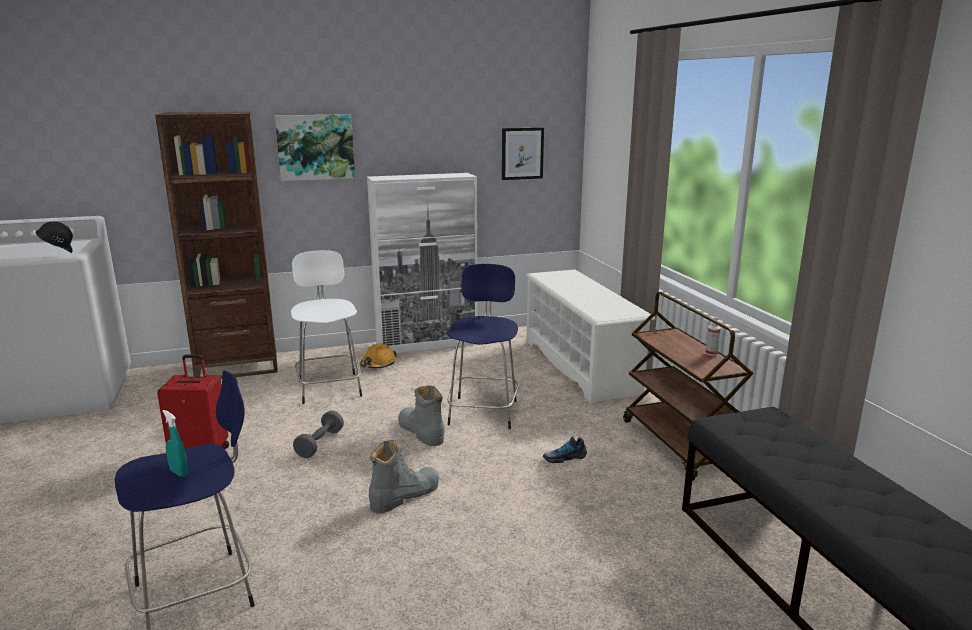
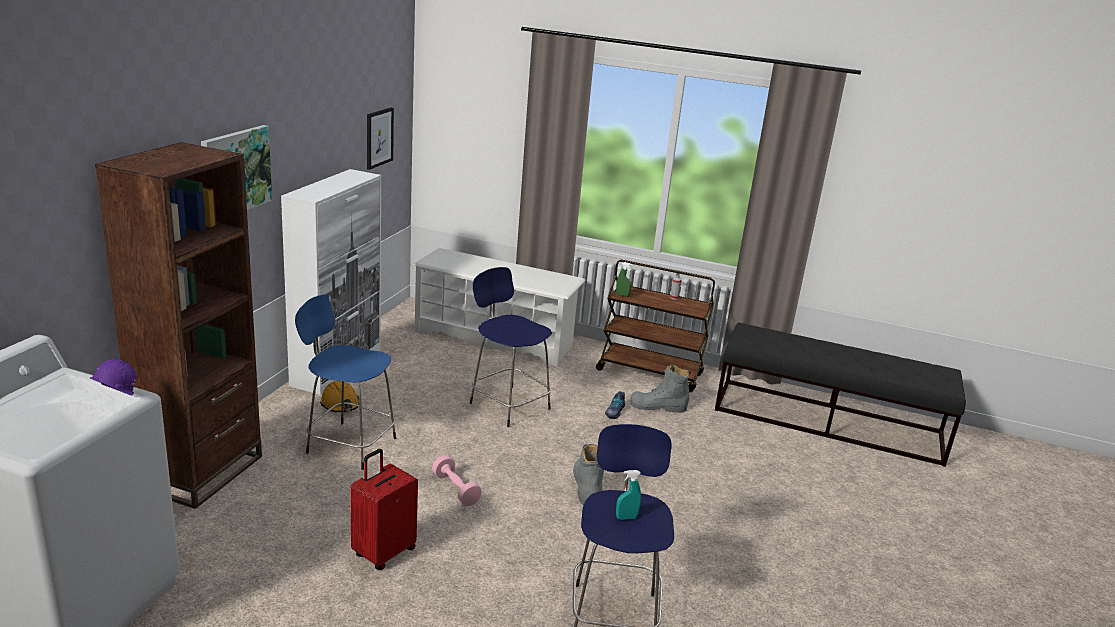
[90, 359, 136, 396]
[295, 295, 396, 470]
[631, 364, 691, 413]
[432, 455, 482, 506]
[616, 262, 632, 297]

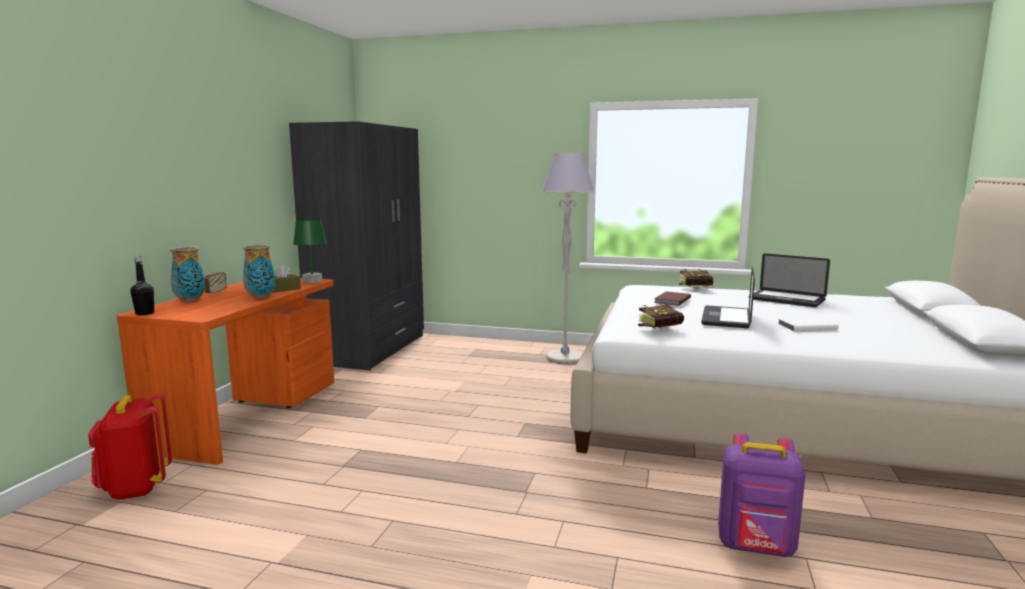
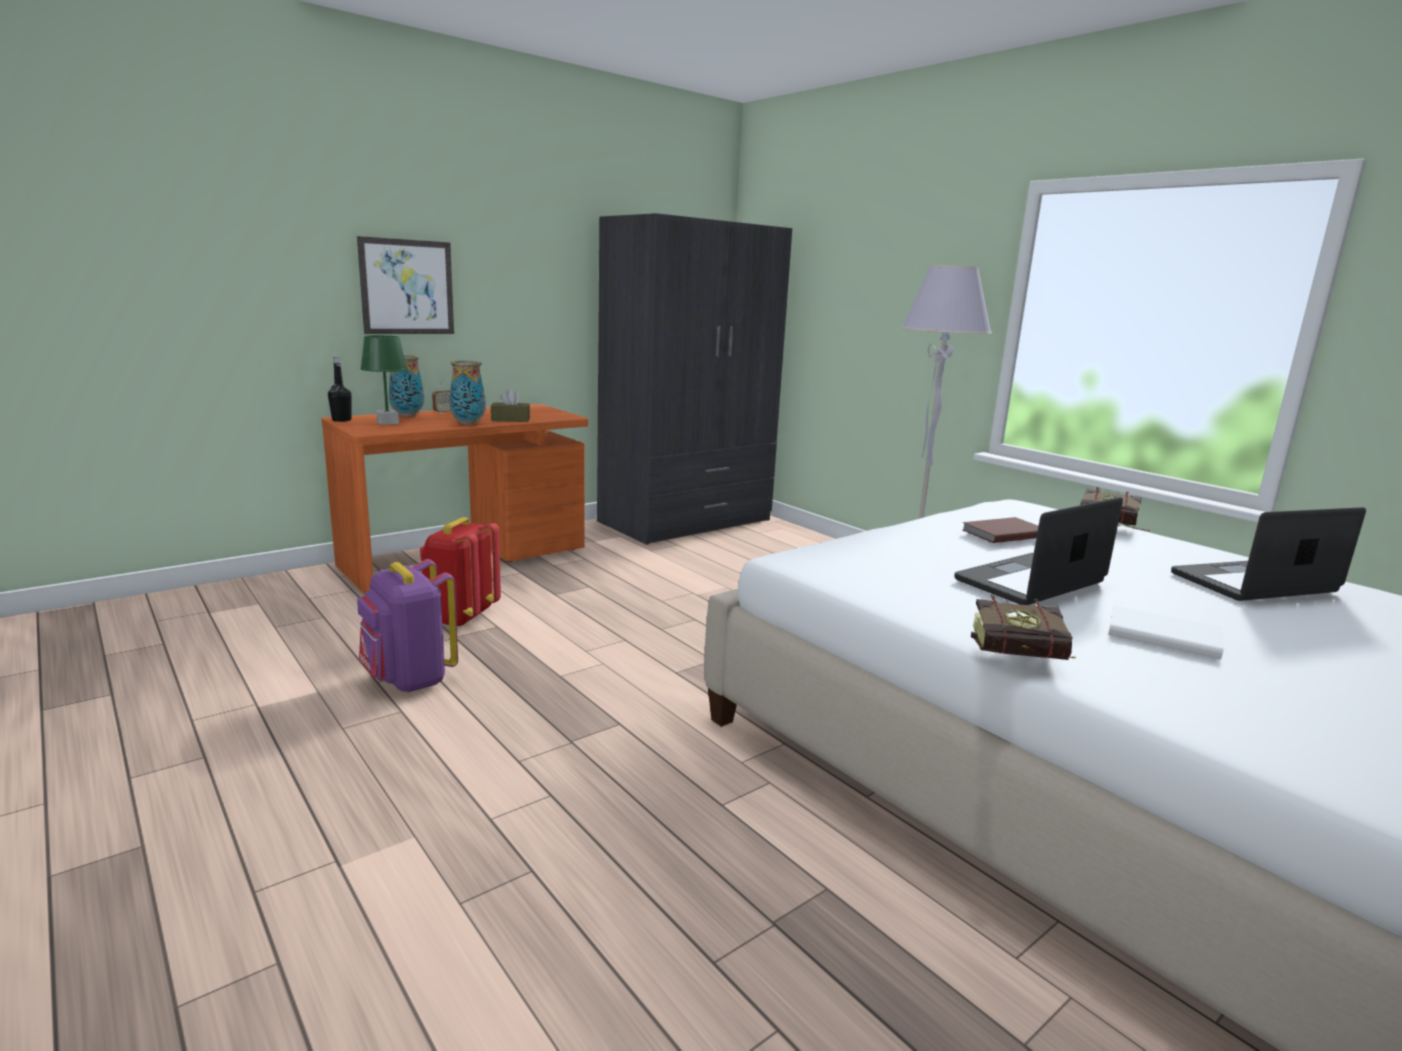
[360, 335, 407, 425]
[1171, 507, 1366, 601]
[971, 595, 1076, 660]
[420, 517, 501, 627]
[357, 559, 458, 692]
[357, 236, 454, 334]

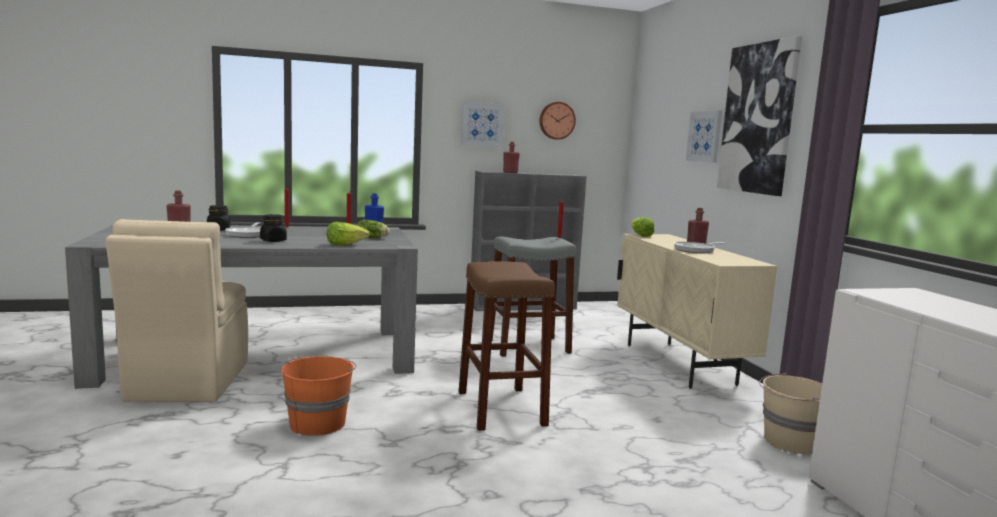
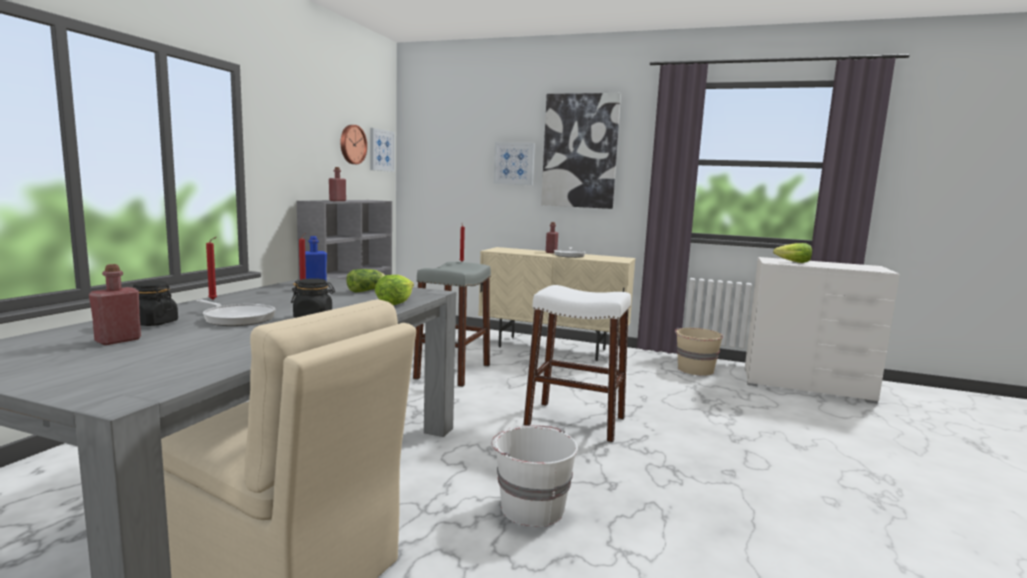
[370, 128, 395, 172]
[773, 243, 812, 263]
[523, 285, 631, 443]
[491, 425, 578, 527]

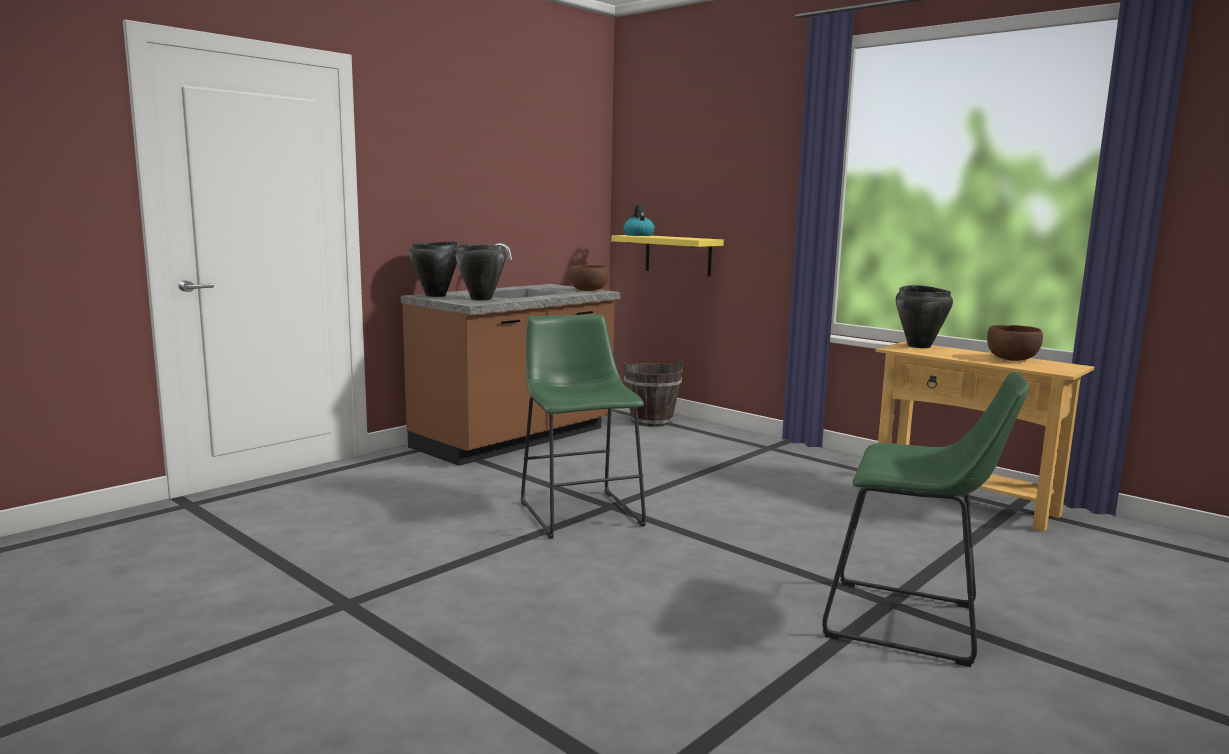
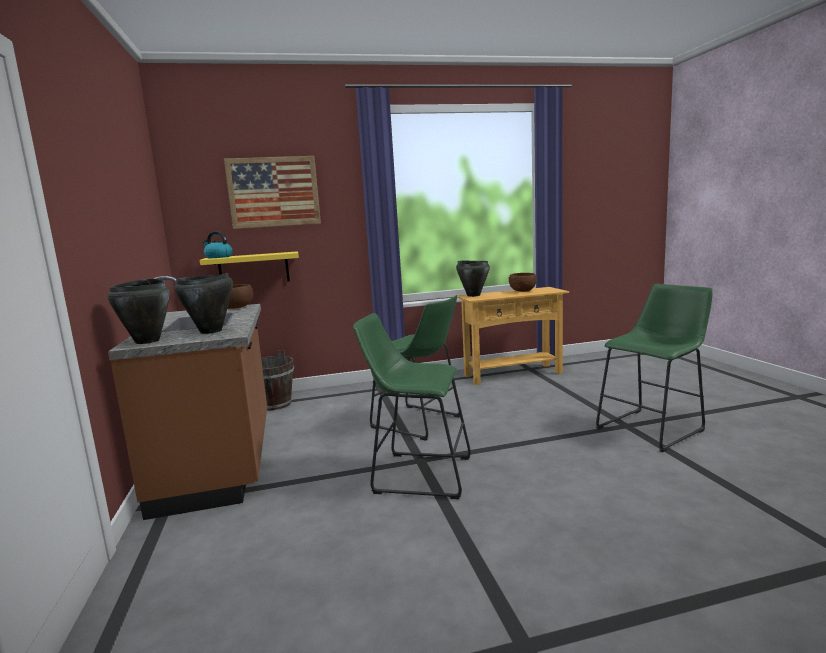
[224, 156, 321, 229]
[370, 295, 460, 441]

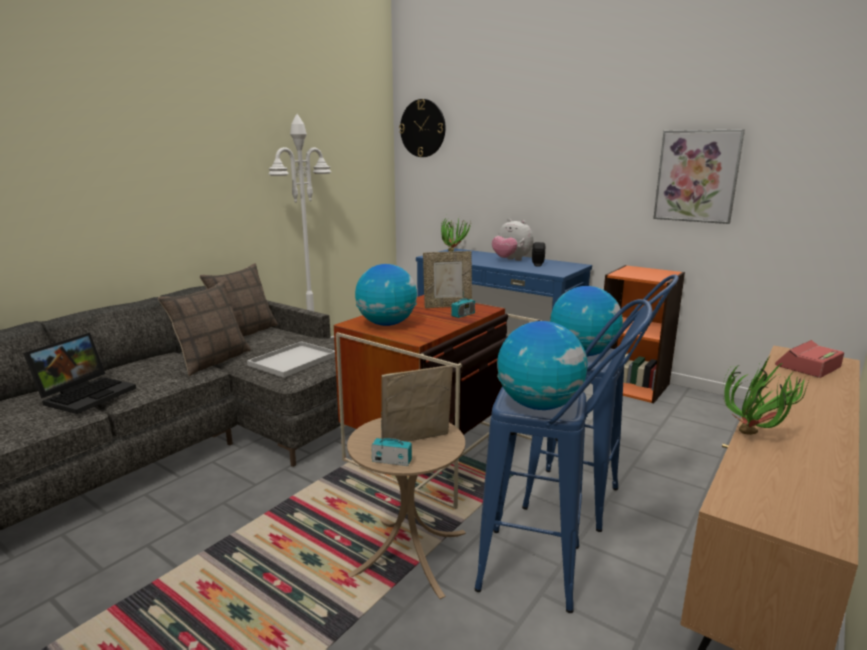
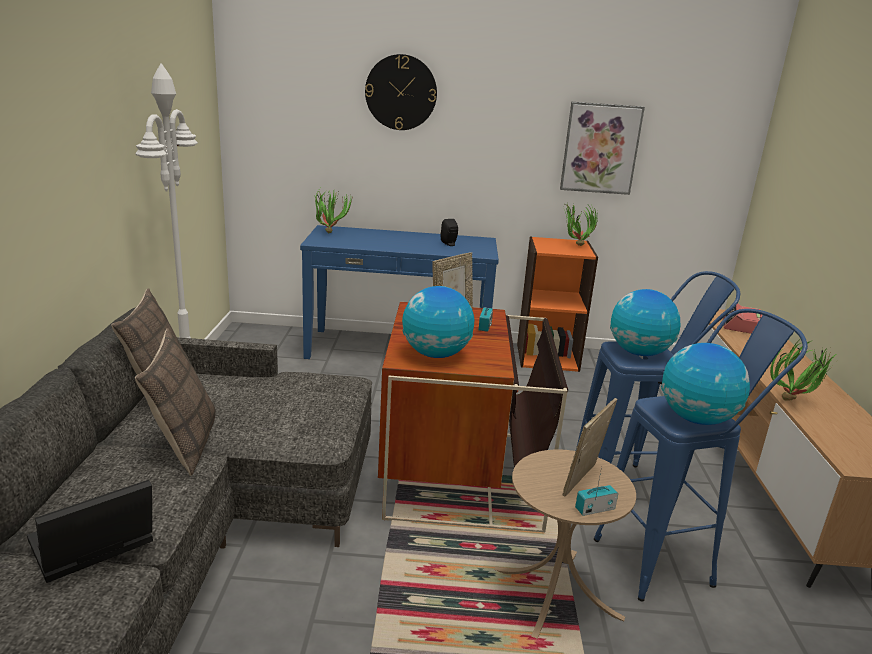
[365, 54, 437, 130]
[492, 219, 533, 261] (first image)
[27, 480, 153, 583]
[247, 341, 335, 378] (first image)
[564, 203, 598, 246]

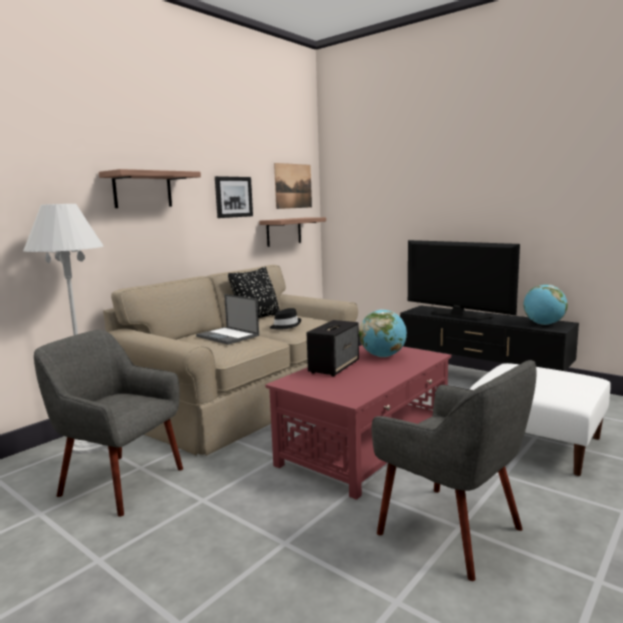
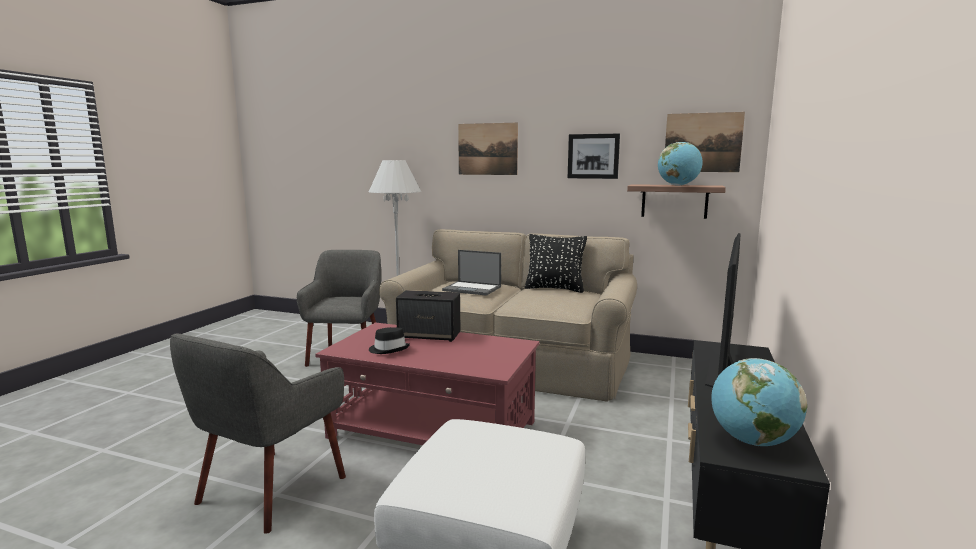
[458, 123, 518, 175]
[442, 250, 501, 296]
[369, 327, 410, 354]
[658, 142, 703, 186]

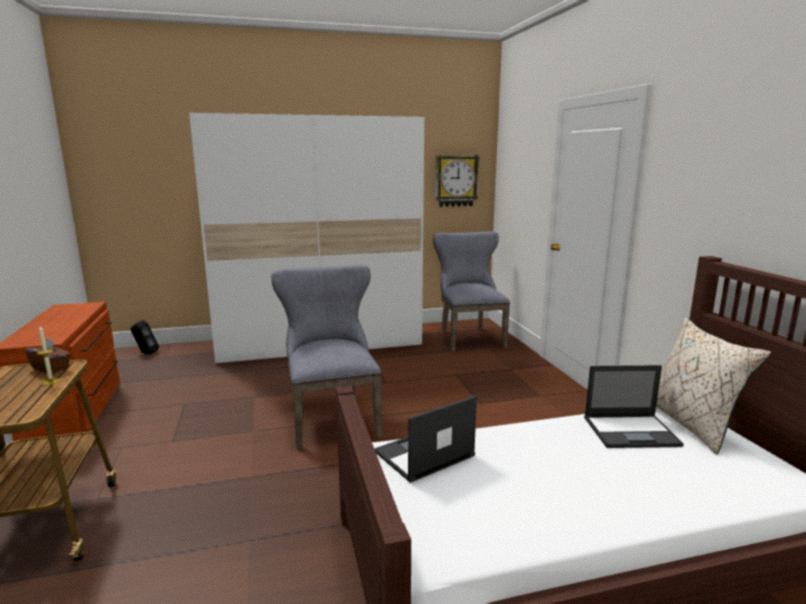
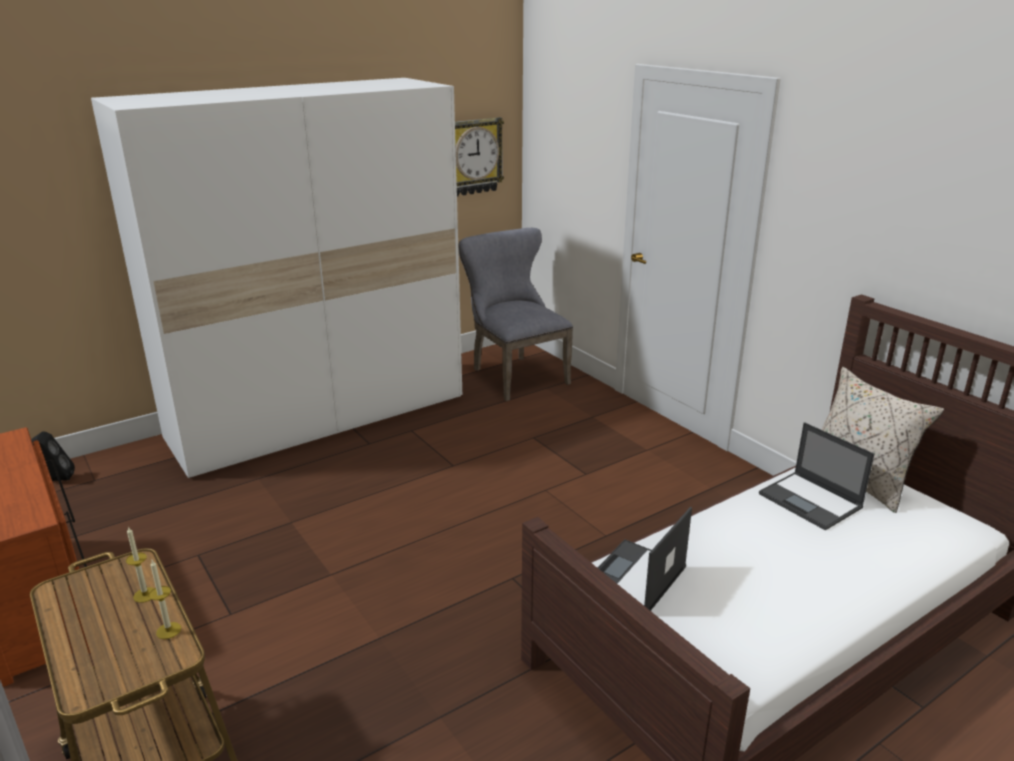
[271, 265, 382, 450] (first image)
[25, 337, 71, 374] (first image)
[759, 422, 875, 530]
[149, 560, 181, 639]

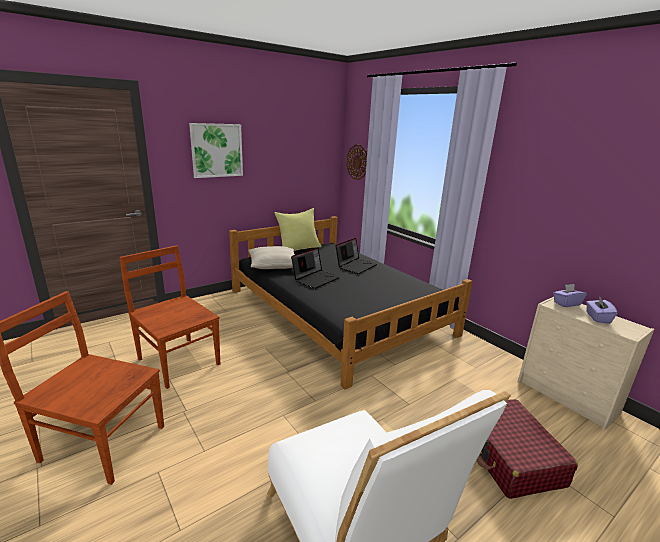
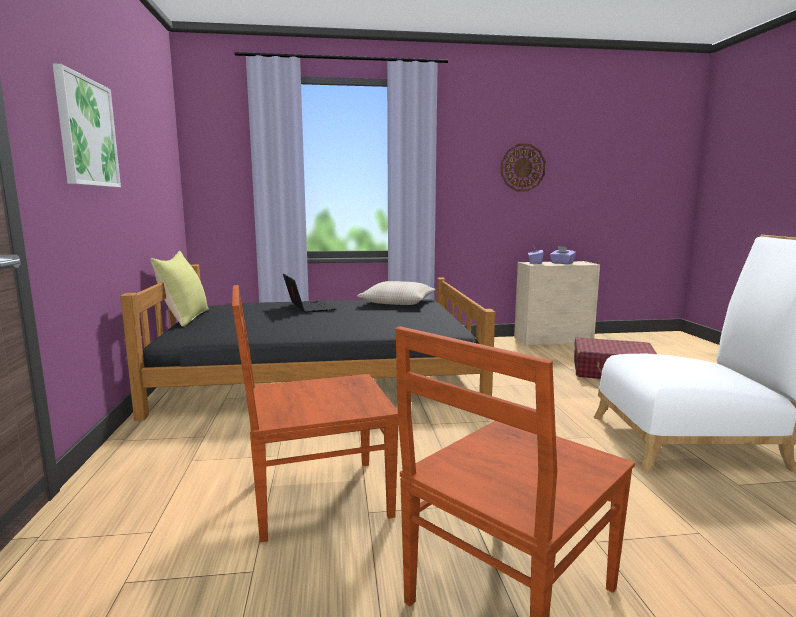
[501, 144, 546, 192]
[357, 281, 436, 305]
[291, 248, 340, 289] (first image)

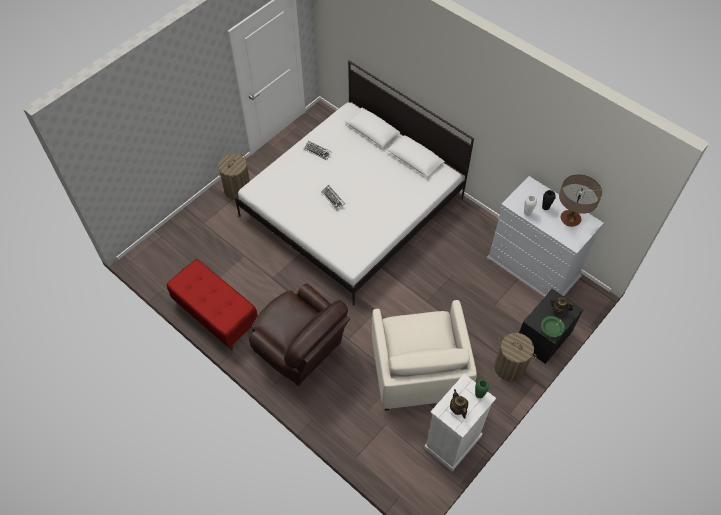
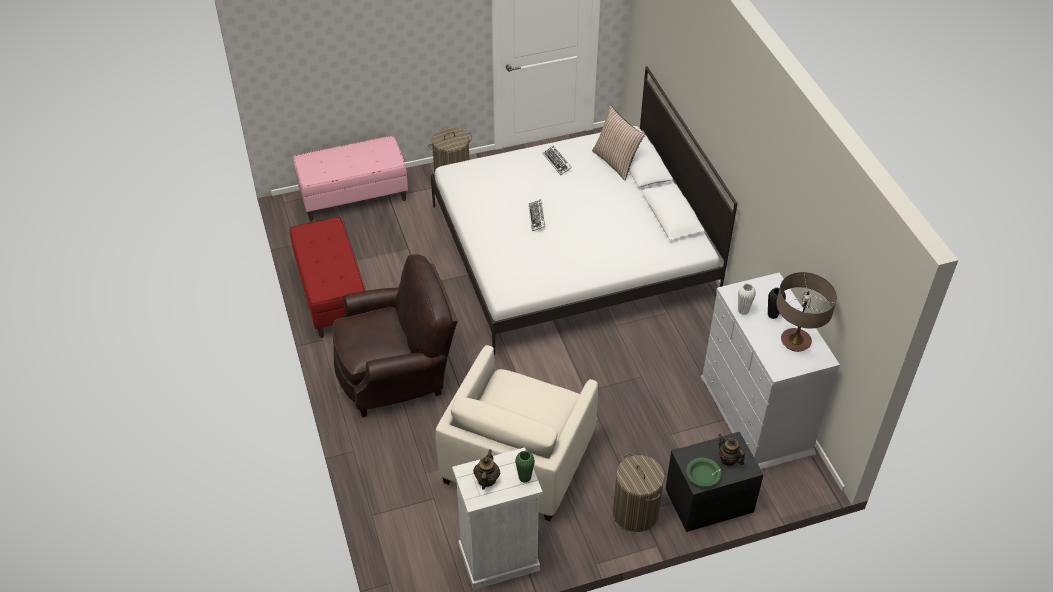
[333, 254, 458, 418]
[592, 105, 645, 181]
[293, 136, 408, 221]

